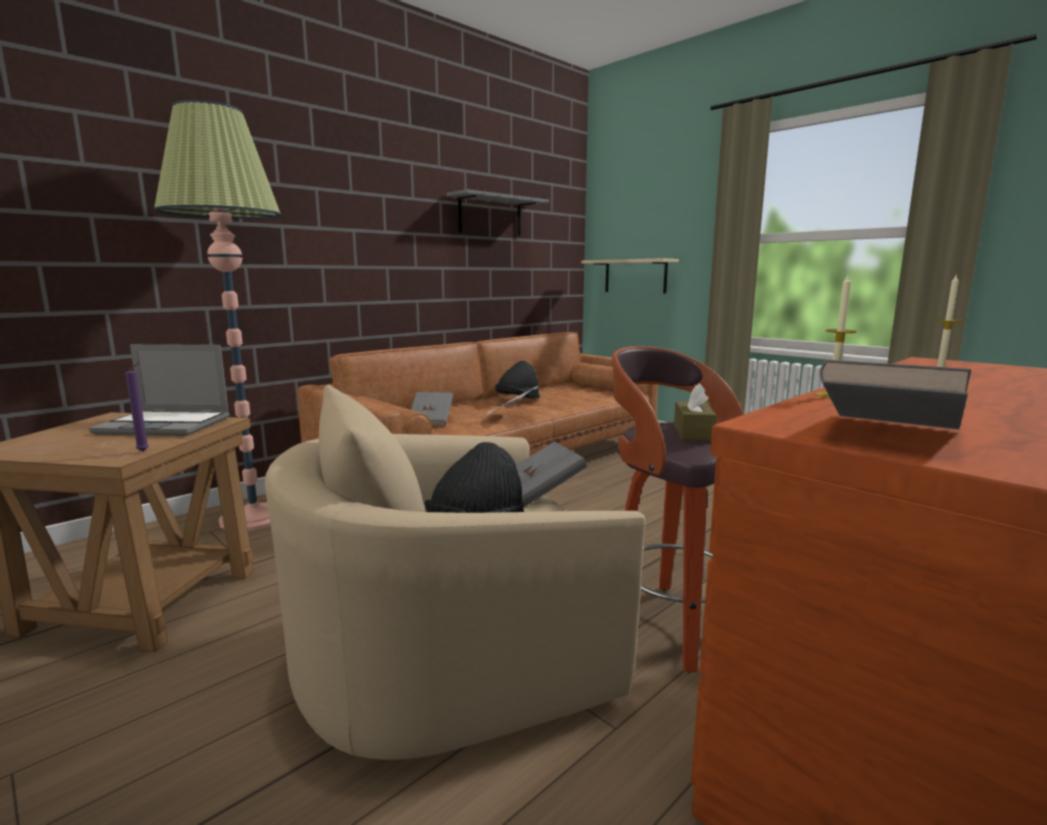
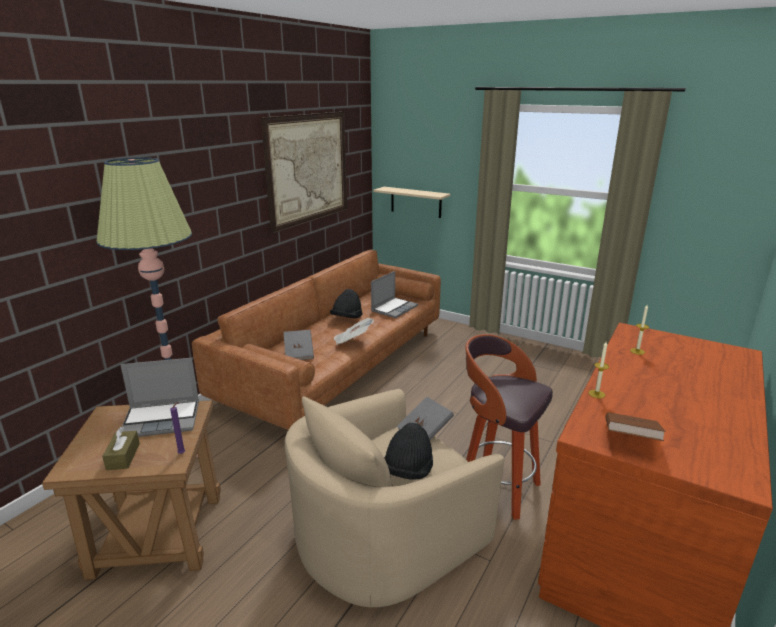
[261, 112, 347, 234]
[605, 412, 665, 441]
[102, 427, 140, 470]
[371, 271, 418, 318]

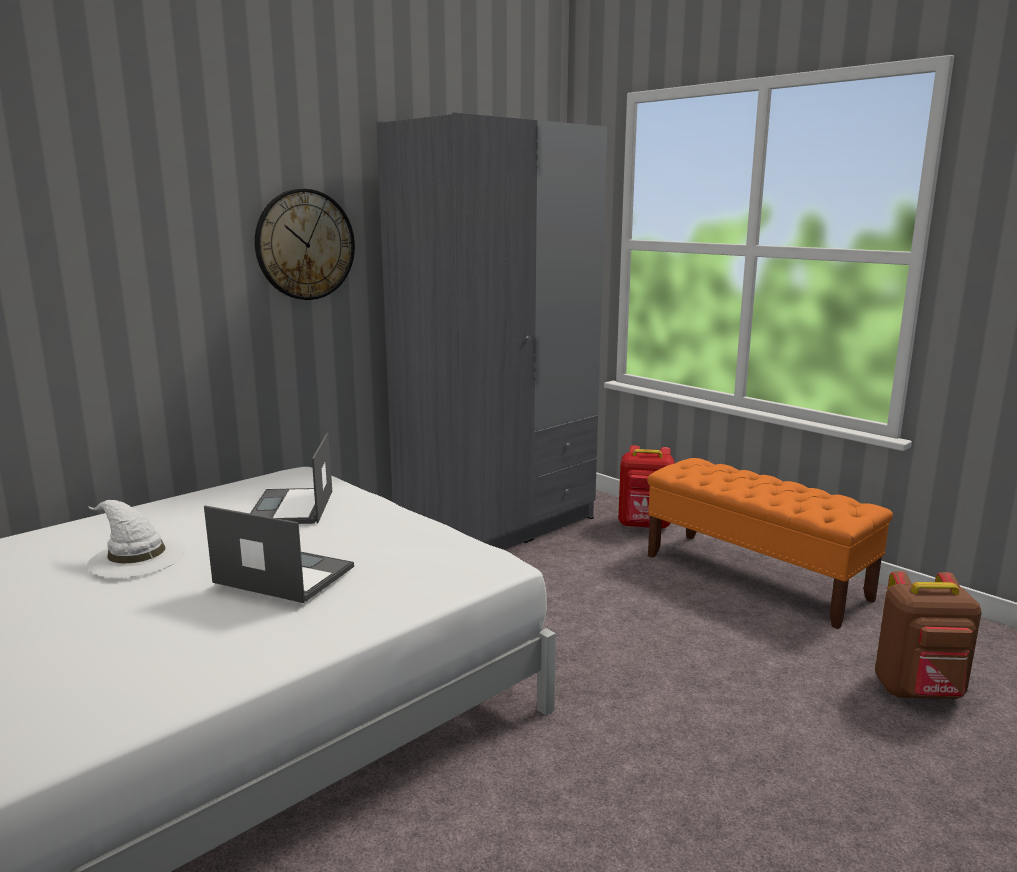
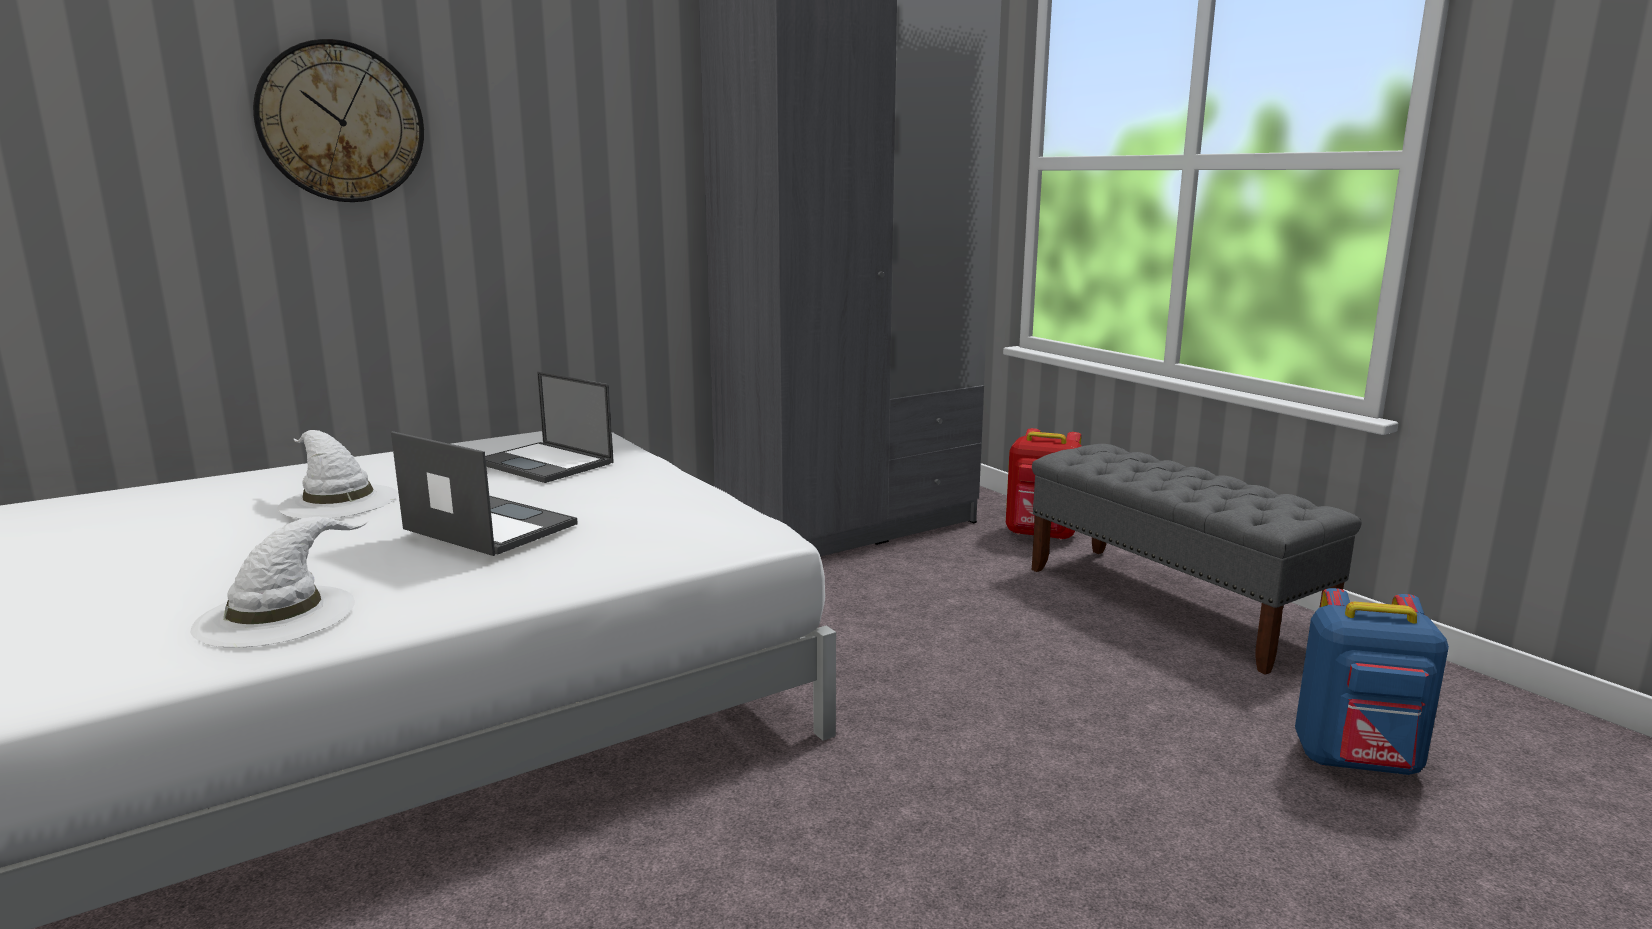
[253, 39, 424, 202]
[485, 372, 614, 483]
[1032, 444, 1361, 675]
[1295, 588, 1449, 775]
[190, 517, 367, 648]

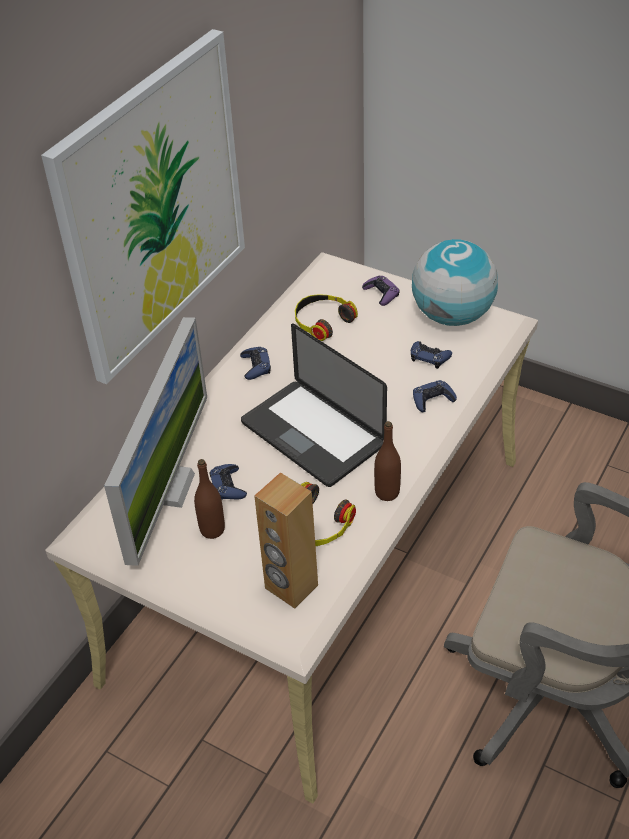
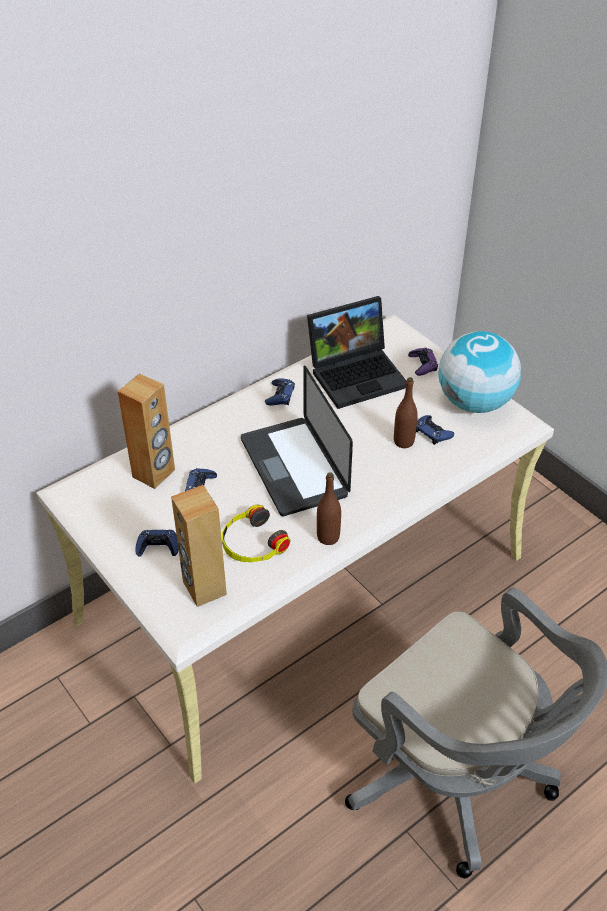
[41, 29, 245, 384] (first image)
[307, 296, 406, 409]
[118, 374, 175, 489]
[135, 530, 178, 557]
[394, 377, 418, 448]

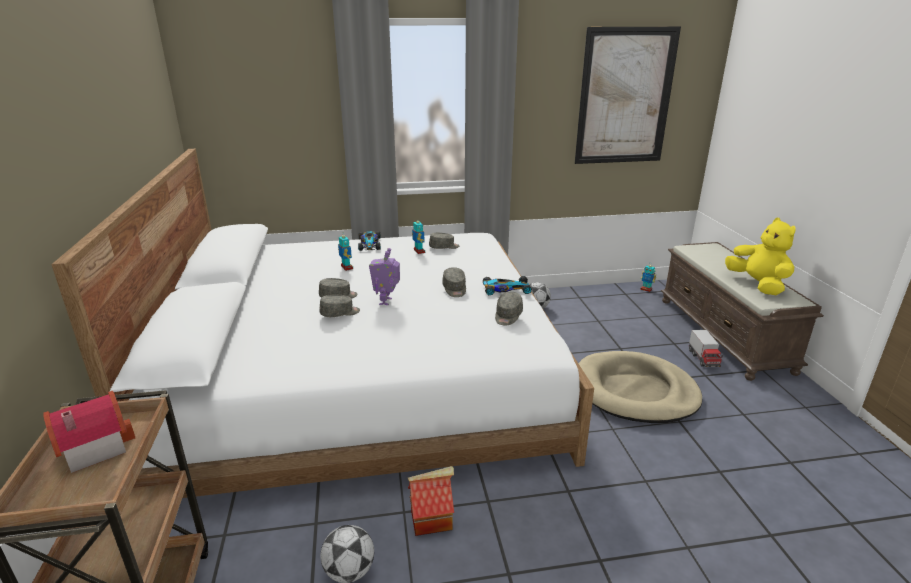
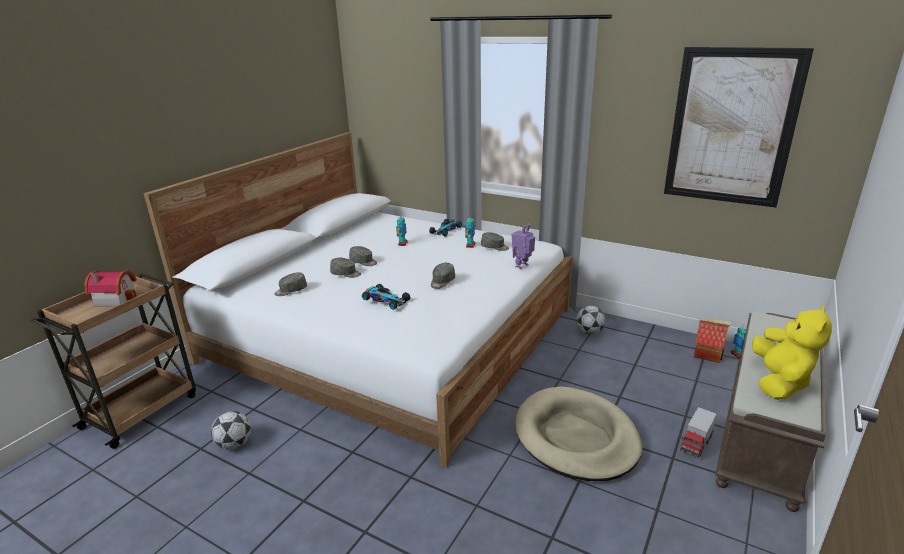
[511, 224, 535, 269]
[362, 284, 410, 310]
[274, 272, 307, 296]
[694, 318, 732, 363]

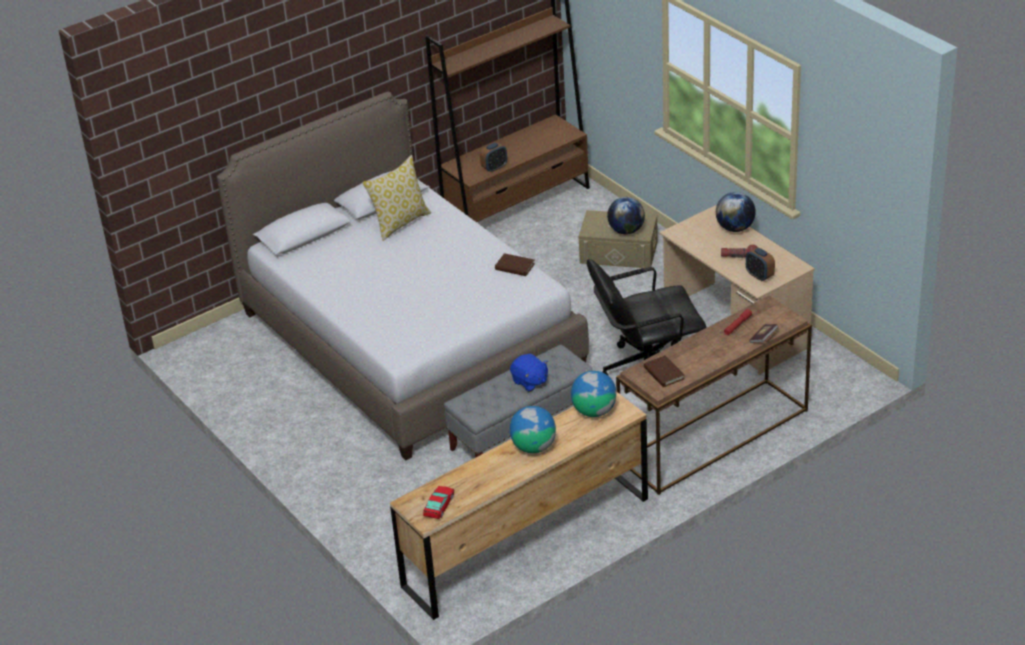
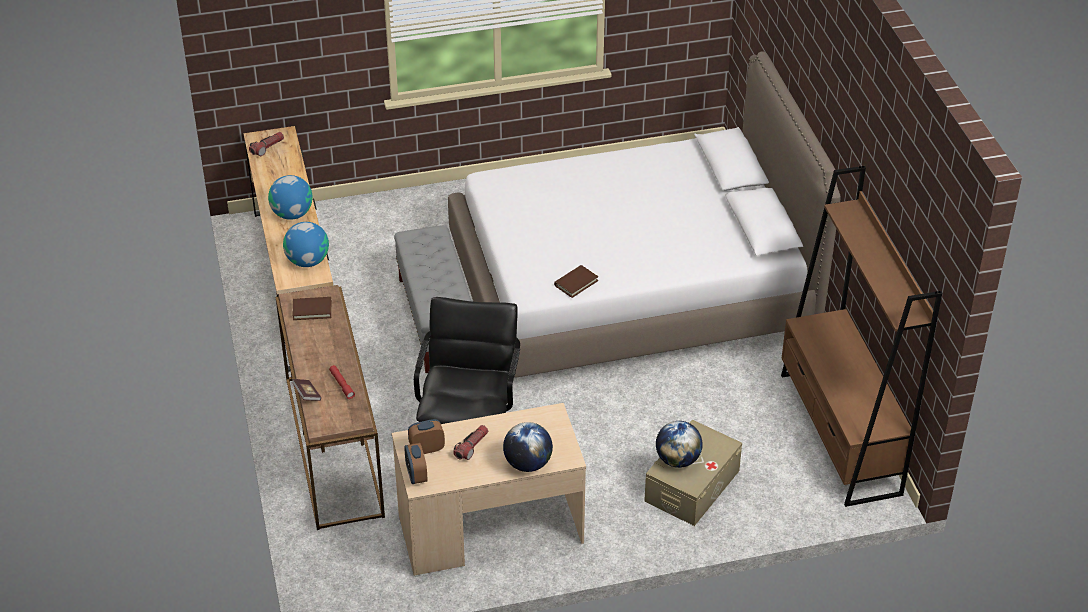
[404, 443, 428, 484]
[362, 155, 431, 241] (first image)
[510, 354, 548, 392] (first image)
[249, 132, 284, 156]

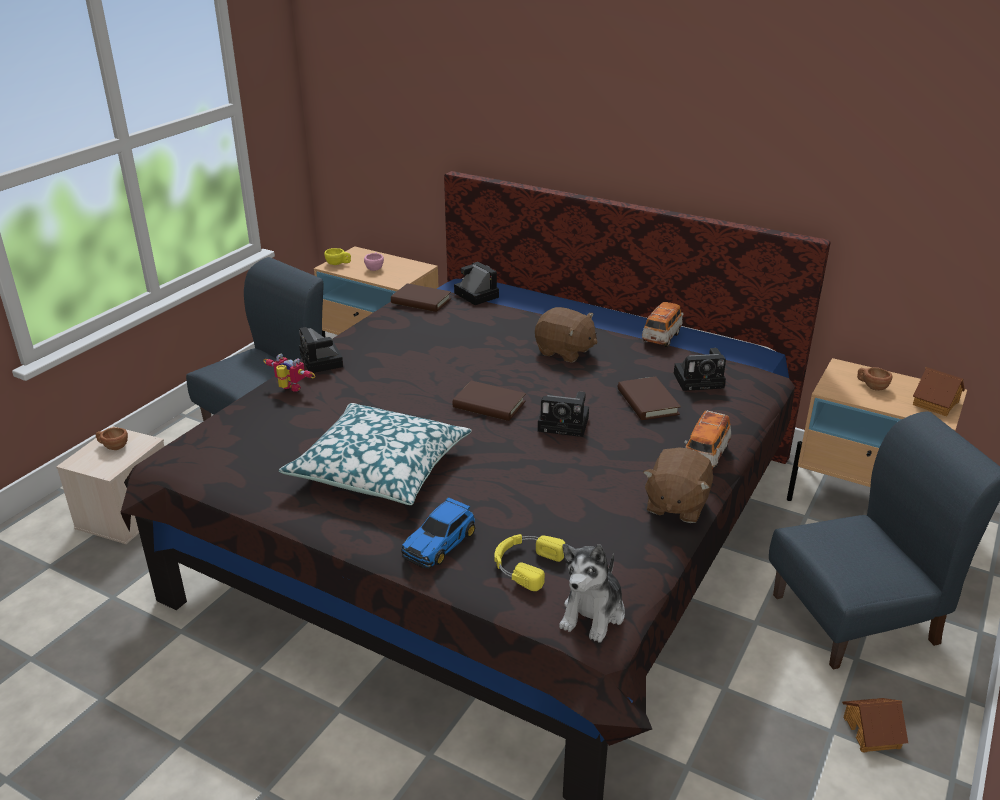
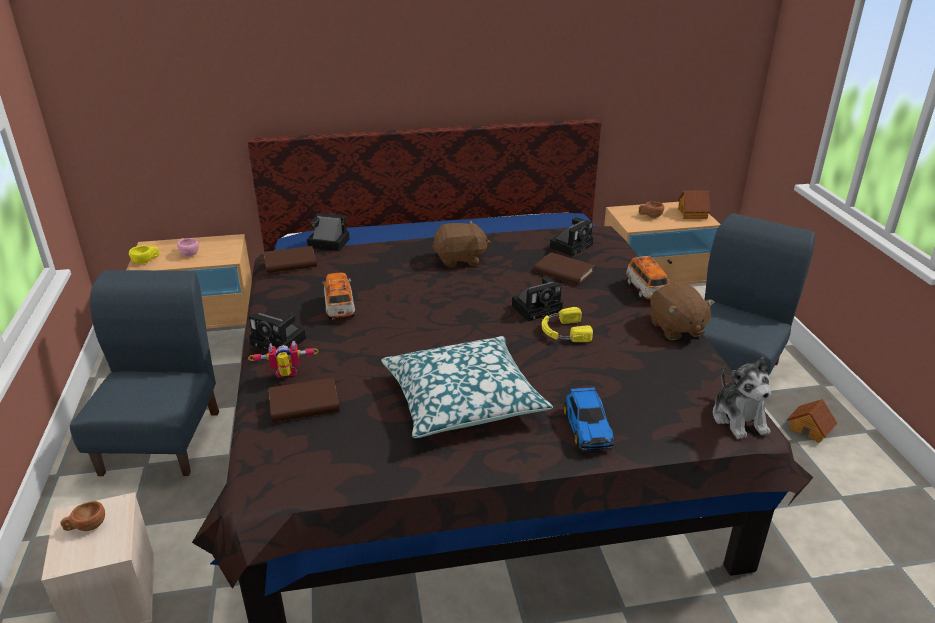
[322, 273, 355, 319]
[268, 378, 340, 422]
[542, 307, 593, 342]

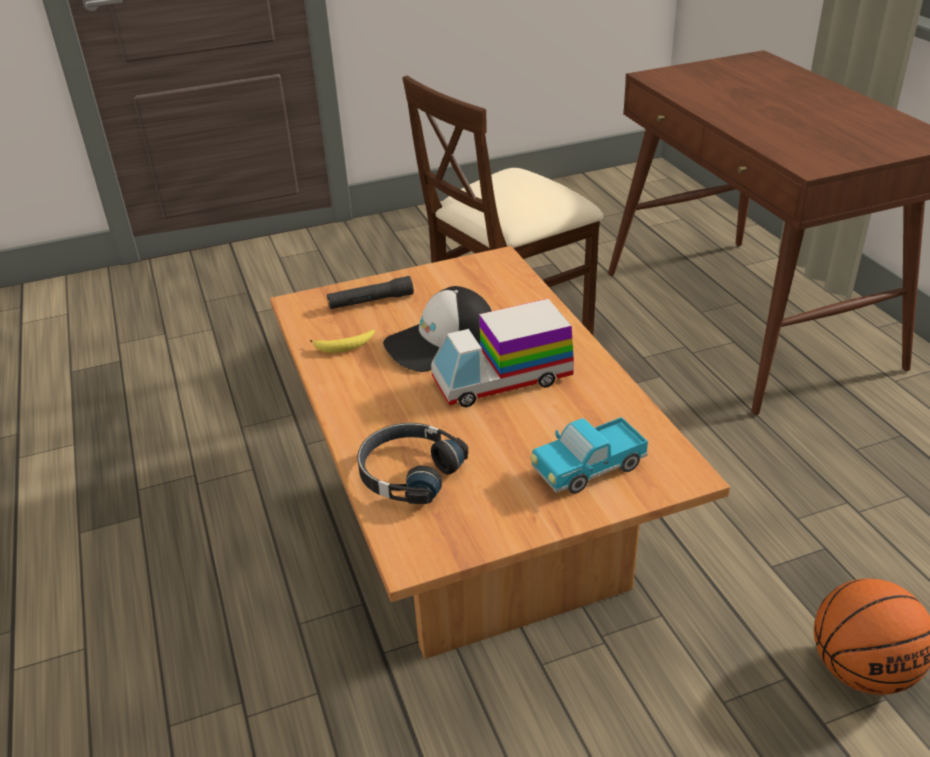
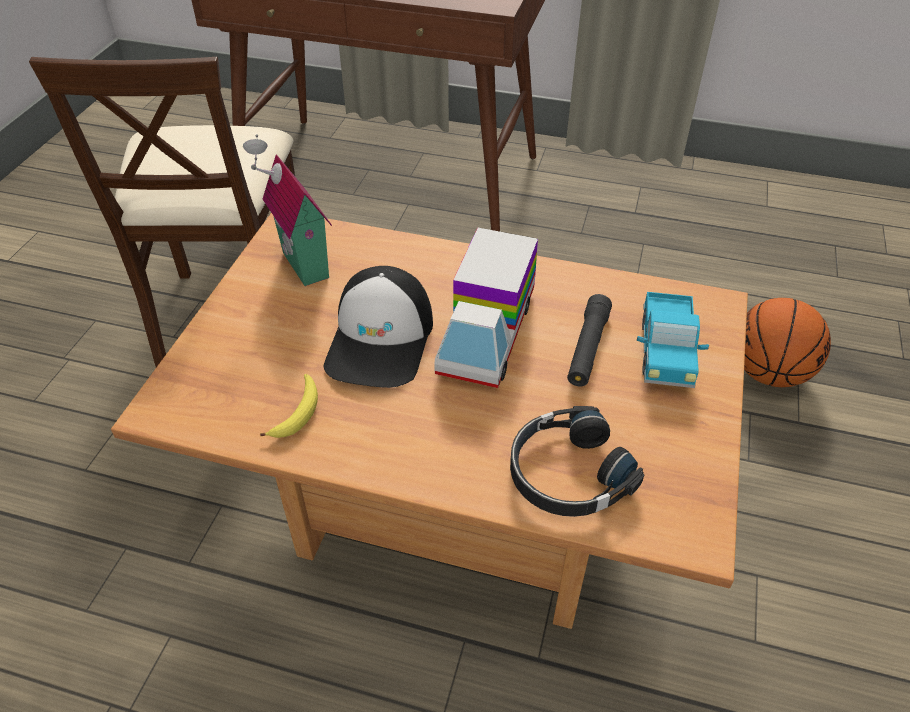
[567, 294, 612, 387]
[243, 134, 332, 286]

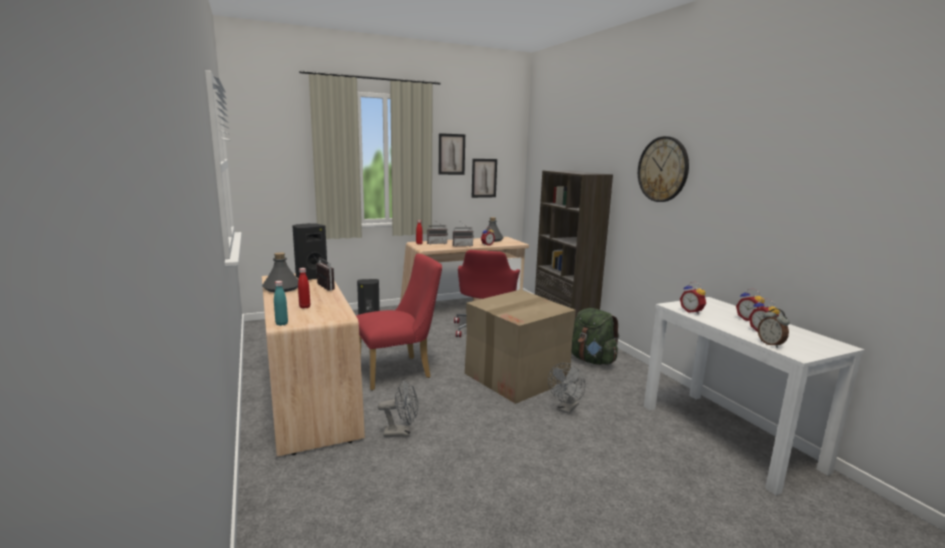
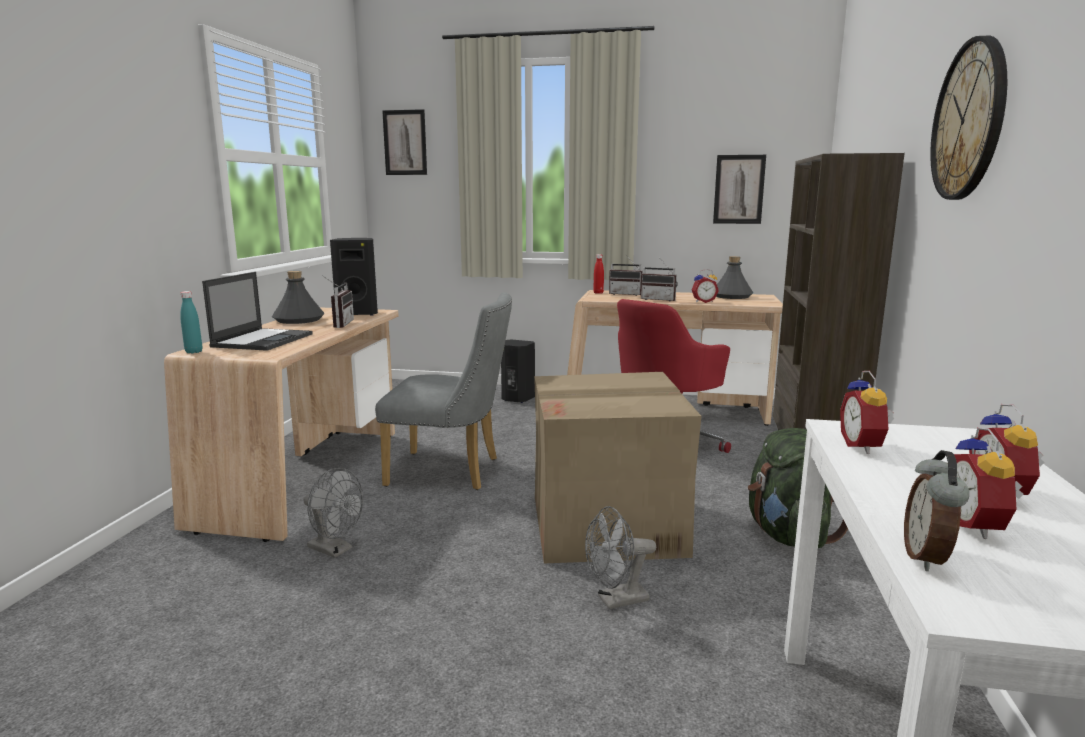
[382, 109, 427, 175]
[375, 292, 512, 490]
[202, 272, 313, 351]

